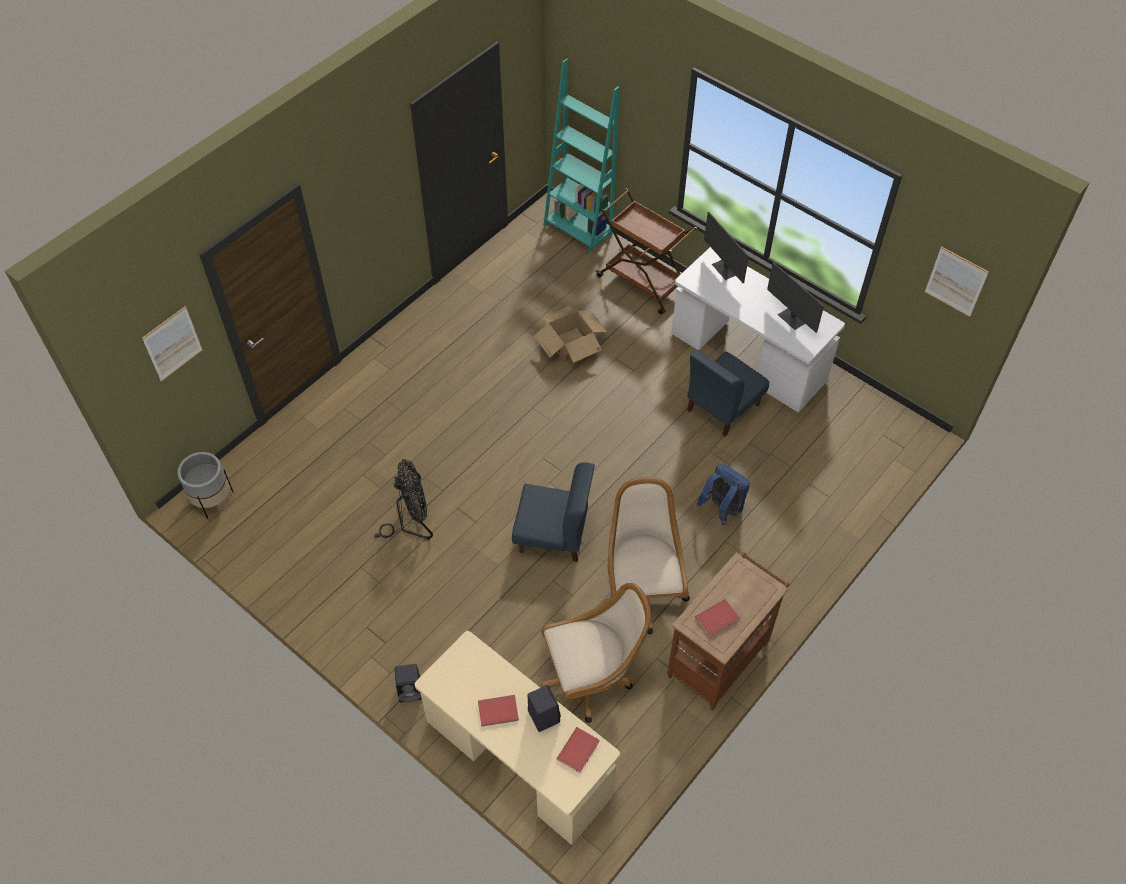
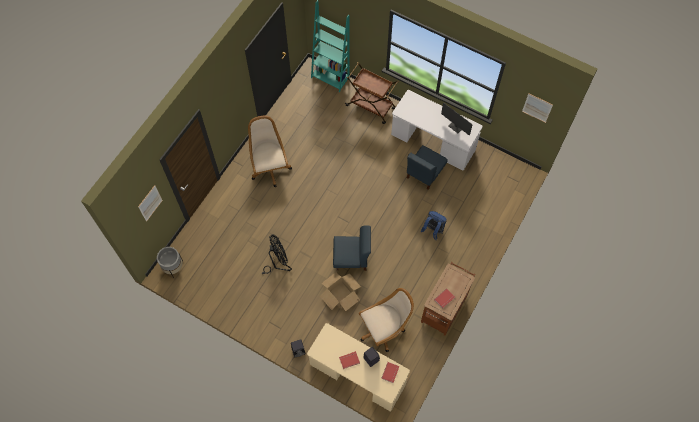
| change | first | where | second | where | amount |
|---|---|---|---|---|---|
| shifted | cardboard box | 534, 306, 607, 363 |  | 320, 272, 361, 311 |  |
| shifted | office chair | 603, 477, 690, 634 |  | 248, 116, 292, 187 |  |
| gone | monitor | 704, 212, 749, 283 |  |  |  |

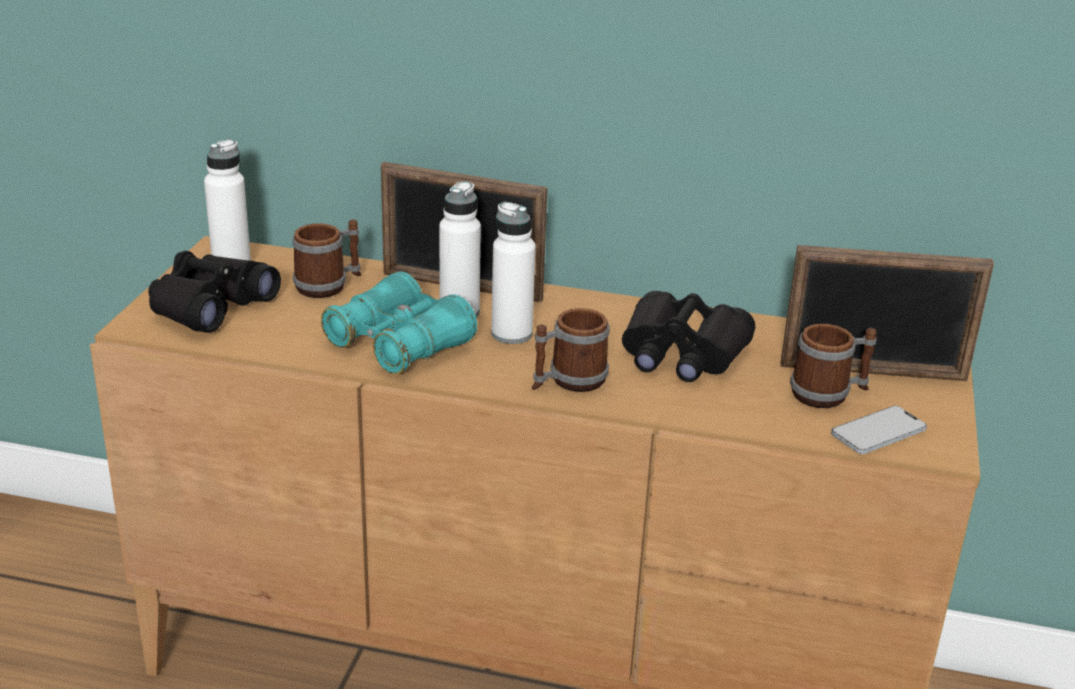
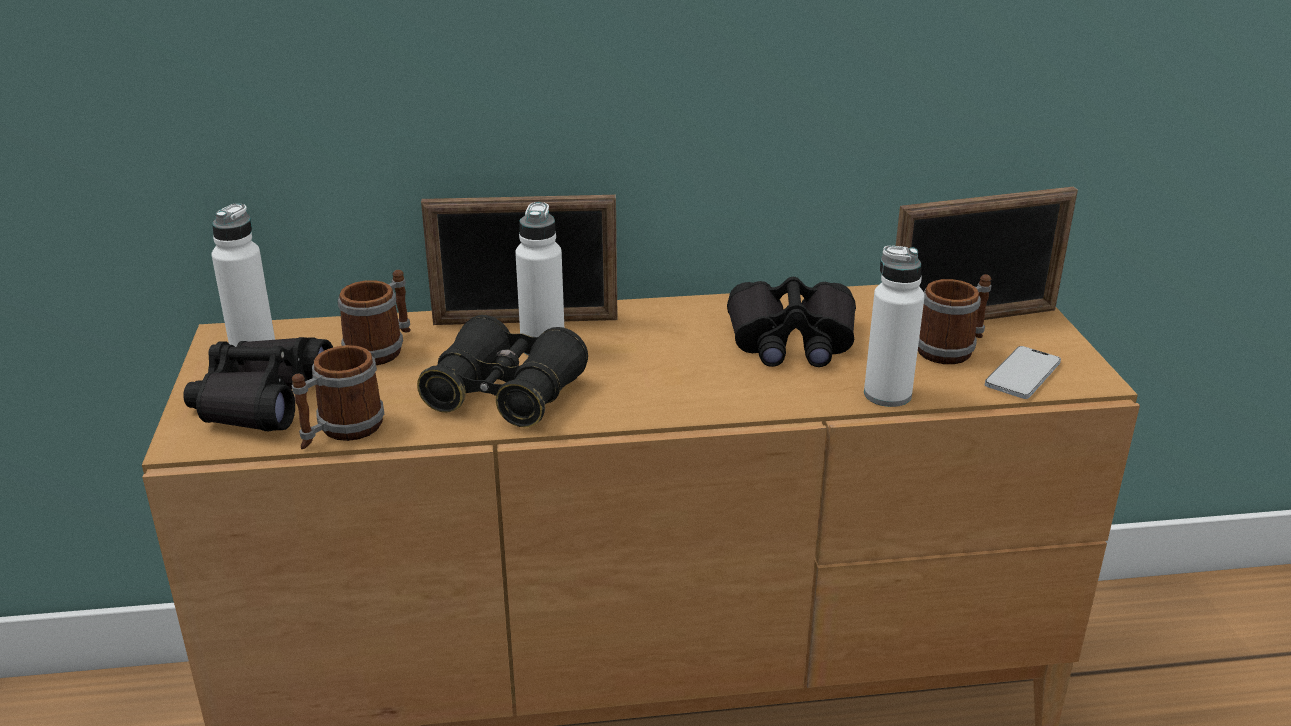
| change | first | where | second | where | amount |
|---|---|---|---|---|---|
| repainted | binoculars (turquoise) | 321, 271, 477, 374 | binoculars (black) | 417, 315, 588, 428 |  |
| shifted | bottle (white) | 491, 202, 536, 344 |  | 864, 246, 925, 407 |  |
| shifted | mug | 532, 308, 610, 392 |  | 292, 345, 384, 449 |  |

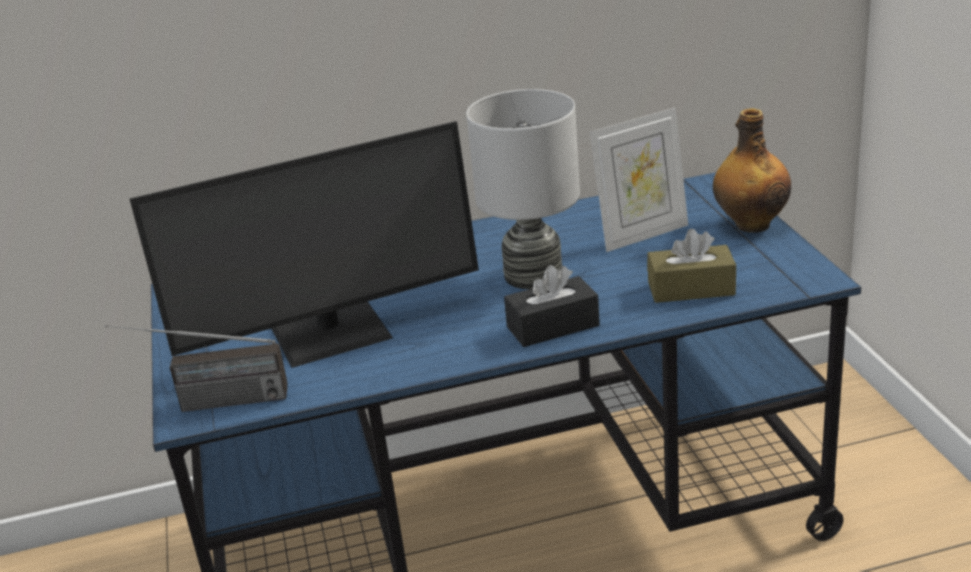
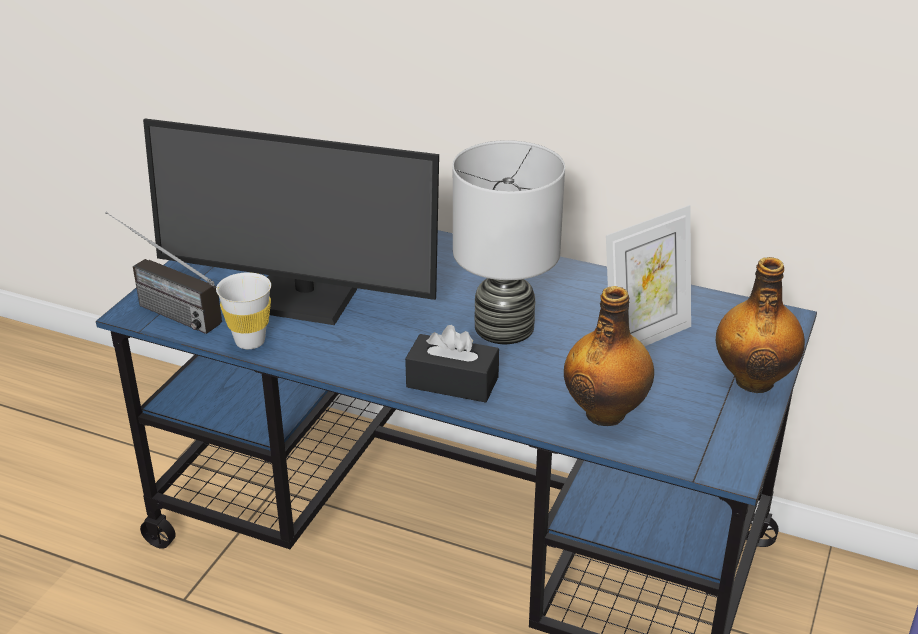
| change | first | where | second | where | amount |
|---|---|---|---|---|---|
| rotated | picture frame | 590, 108, 688, 252 |  | 606, 205, 691, 347 | 45 degrees counterclockwise |
| swapped | tissue box (brown) | 647, 228, 736, 303 | bottle | 564, 286, 654, 426 |  |
| new |  |  | cup (white) | 216, 272, 271, 349 |  |

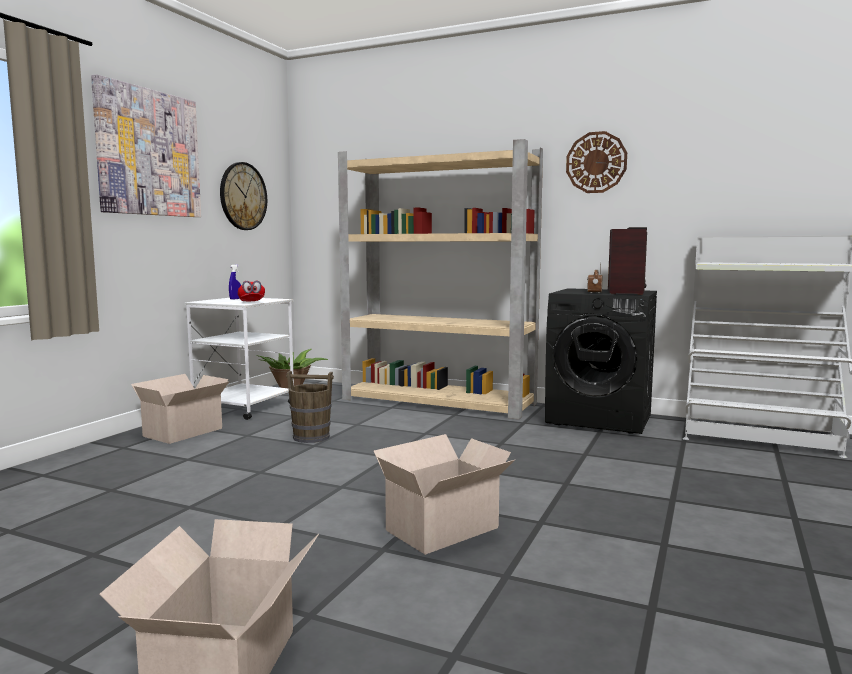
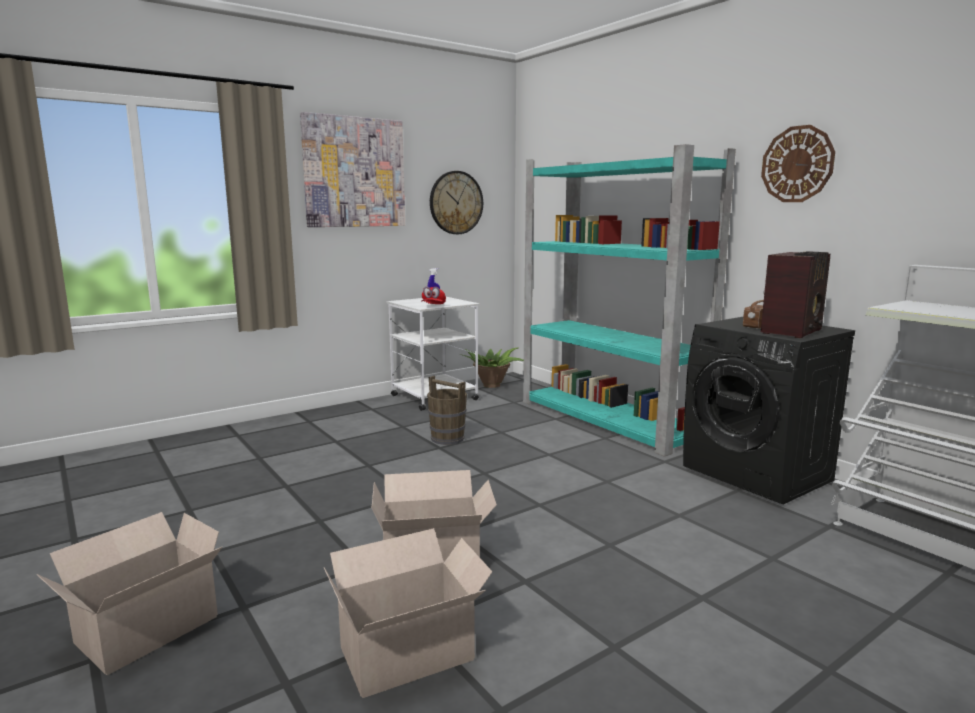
| change | first | where | second | where | amount |
|---|---|---|---|---|---|
| shifted | cardboard box | 131, 374, 229, 444 |  | 324, 528, 492, 698 |  |
| repainted | bookcase (beige) | 338, 139, 543, 420 | bookcase (turquoise) | 523, 144, 736, 457 |  |

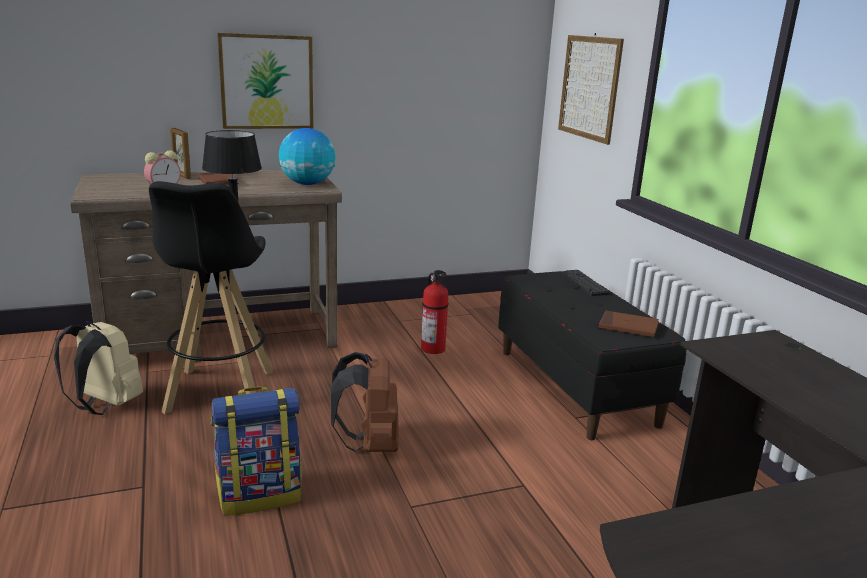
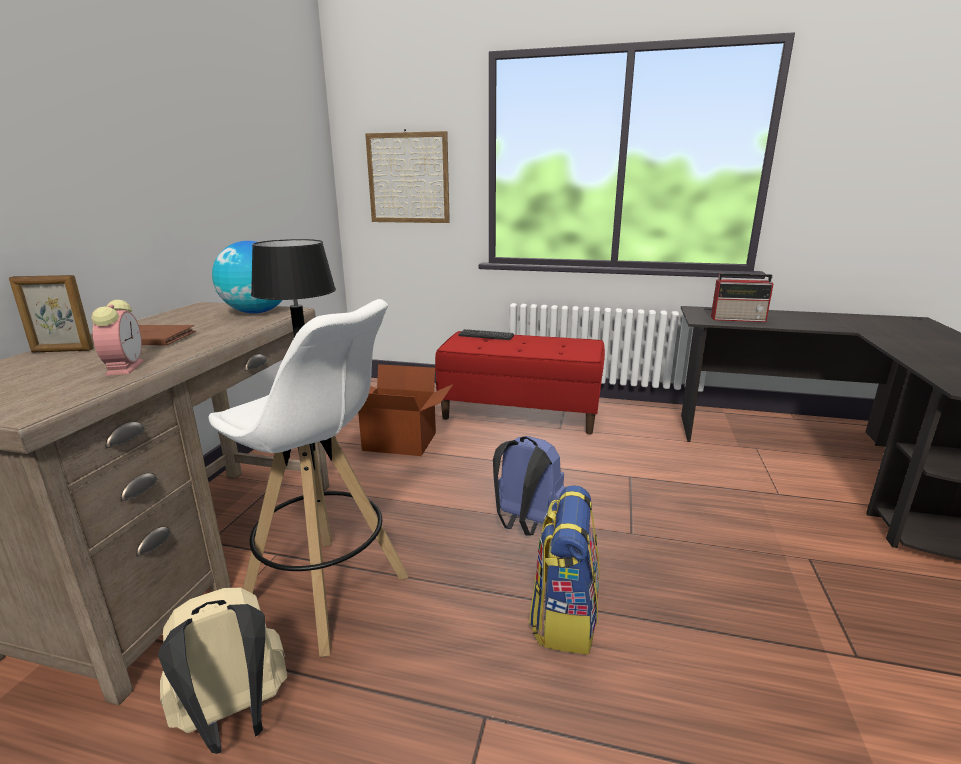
| change | first | where | second | where | amount |
|---|---|---|---|---|---|
| repainted | stool (black) | 149, 181, 273, 415 | stool (white) | 209, 299, 408, 657 |  |
| gone | picture | 217, 33, 313, 129 |  |  |  |
| repainted | backpack (brown) | 330, 352, 399, 452 | backpack (blue) | 493, 436, 566, 536 |  |
| swapped | fire extinguisher | 421, 270, 448, 354 | cardboard box | 358, 364, 453, 456 |  |
| repainted | bench (black) | 498, 271, 687, 440 | bench (red) | 435, 331, 605, 435 |  |
| gone | book (brown) | 599, 311, 659, 337 |  |  |  |
| new |  |  | radio | 711, 273, 773, 322 |  |

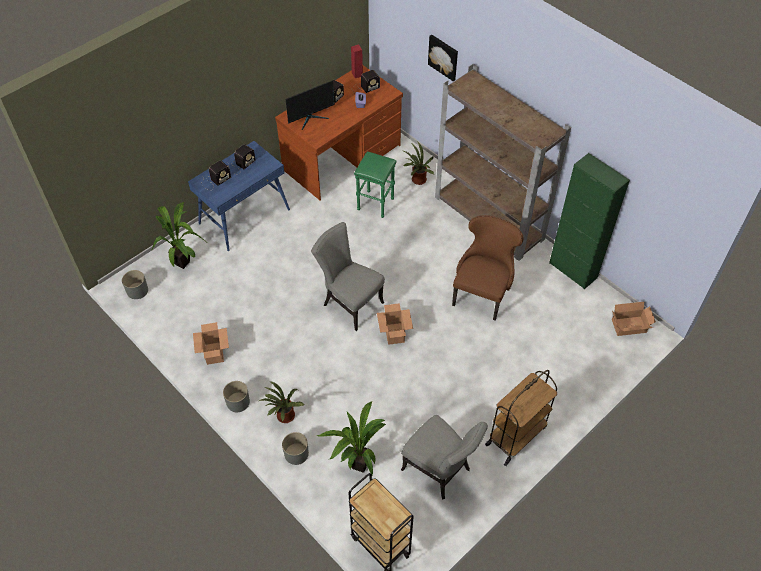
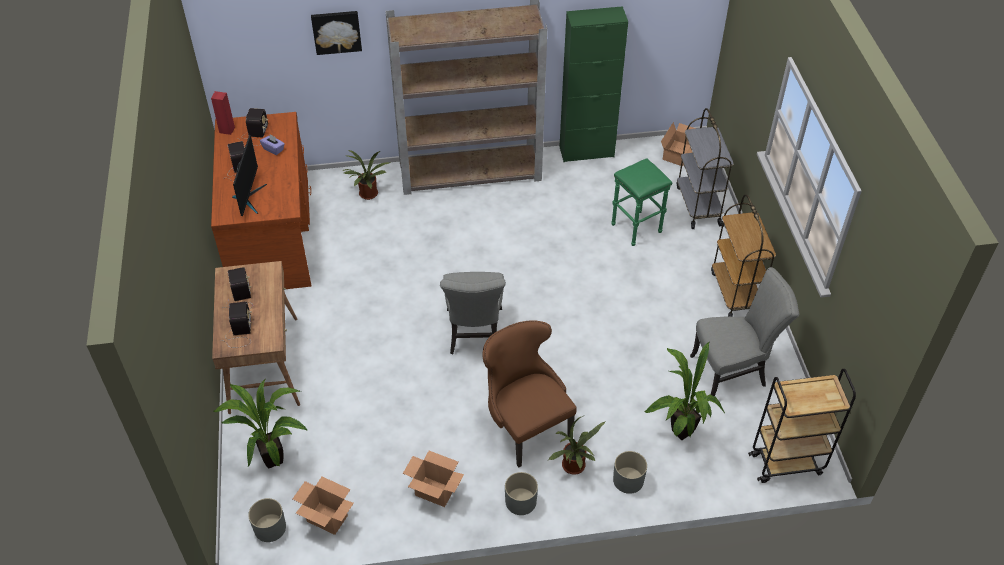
| change | first | where | second | where | amount |
|---|---|---|---|---|---|
| repainted | desk (blue) | 188, 141, 290, 251 | desk (brown) | 212, 261, 300, 414 |  |
| rotated | chair (grey) | 311, 222, 385, 331 |  | 440, 272, 506, 355 | 75 degrees counterclockwise |
| shifted | stool (green) | 354, 152, 396, 218 |  | 611, 158, 672, 246 |  |
| shifted | cardboard box | 377, 303, 413, 345 |  | 293, 477, 354, 535 |  |
| shifted | chair (brown) | 452, 215, 524, 321 |  | 483, 320, 577, 468 |  |
| new |  |  | cart (grey) | 677, 108, 734, 229 |  |

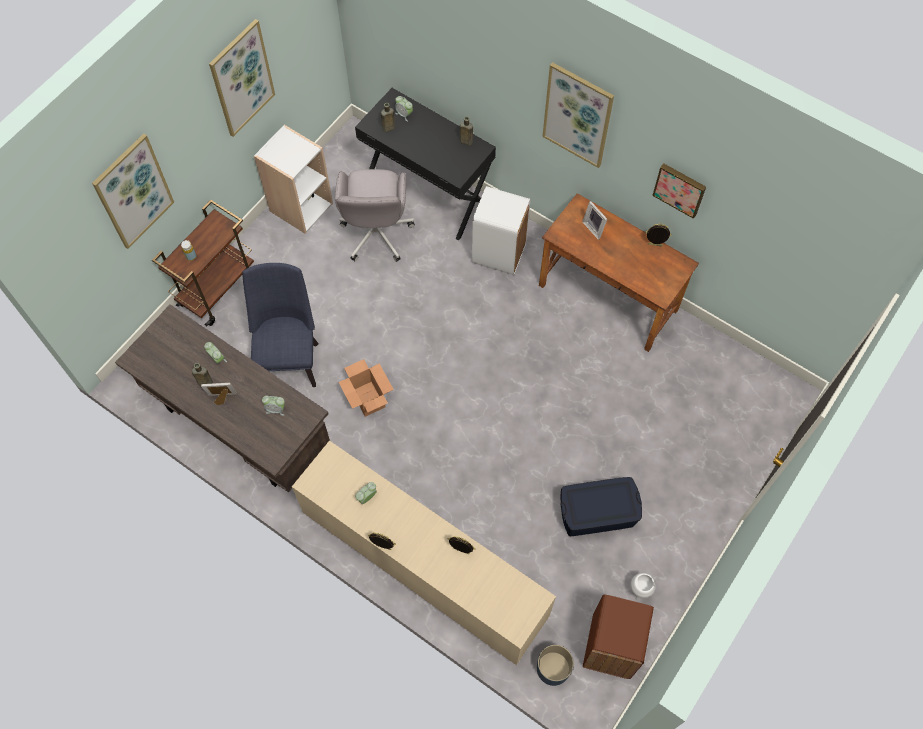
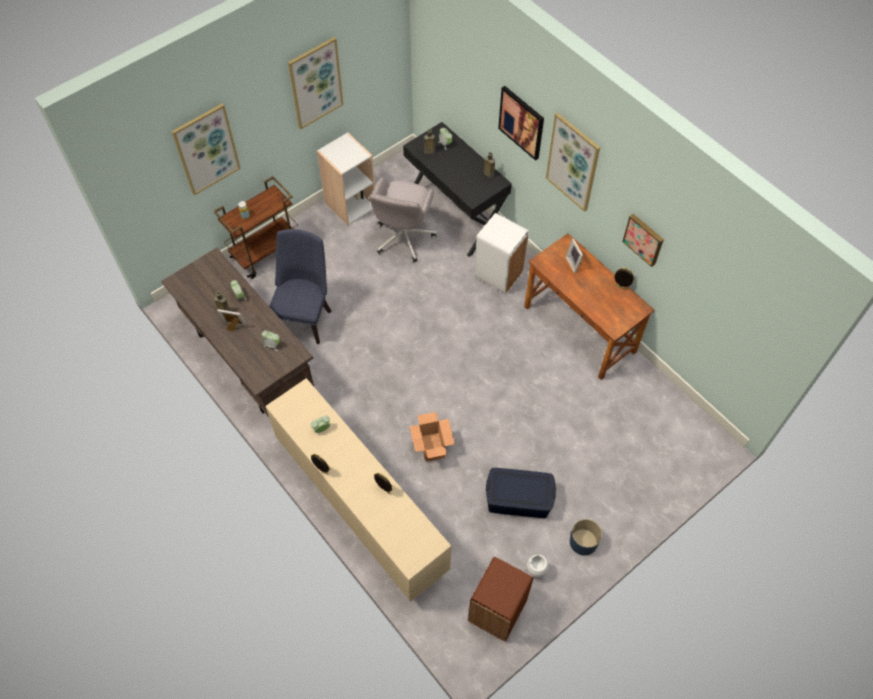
| change | first | where | second | where | amount |
|---|---|---|---|---|---|
| shifted | cardboard box | 339, 359, 394, 417 |  | 410, 412, 455, 462 |  |
| shifted | planter (blue) | 537, 645, 574, 686 |  | 570, 519, 602, 556 |  |
| new |  |  | picture | 498, 86, 544, 161 |  |

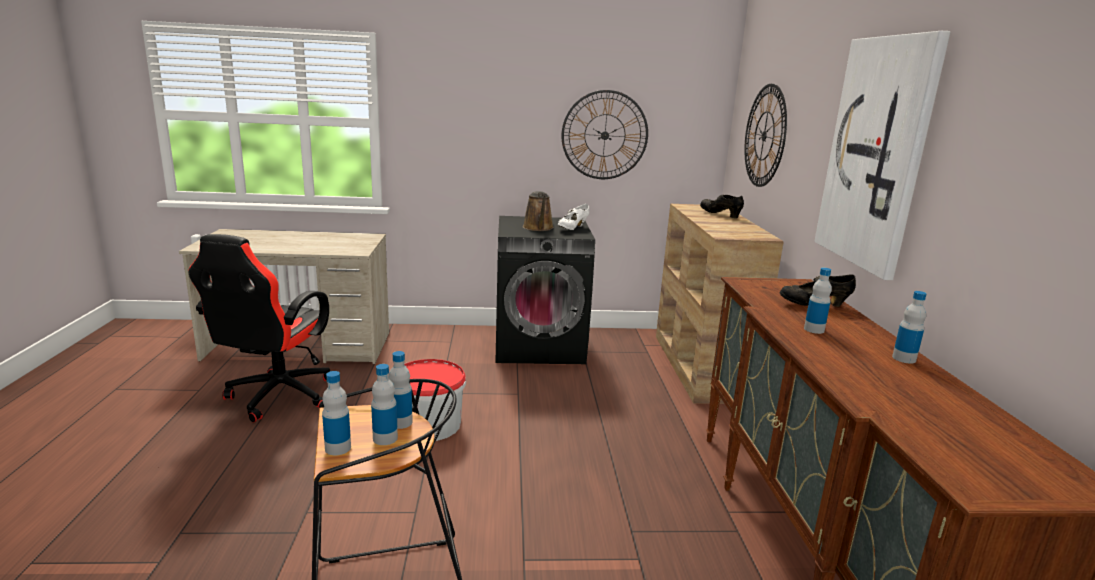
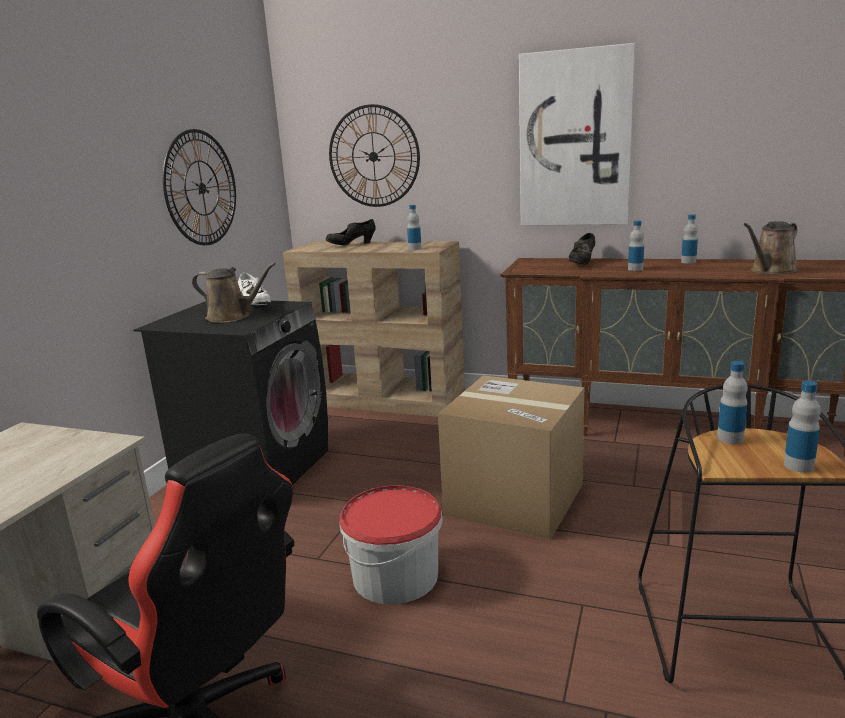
| change | first | where | second | where | amount |
|---|---|---|---|---|---|
| shifted | bottle | 371, 364, 398, 445 |  | 407, 205, 422, 250 |  |
| new |  |  | cardboard box | 438, 375, 584, 540 |  |
| new |  |  | watering can (brown) | 744, 221, 798, 275 |  |

